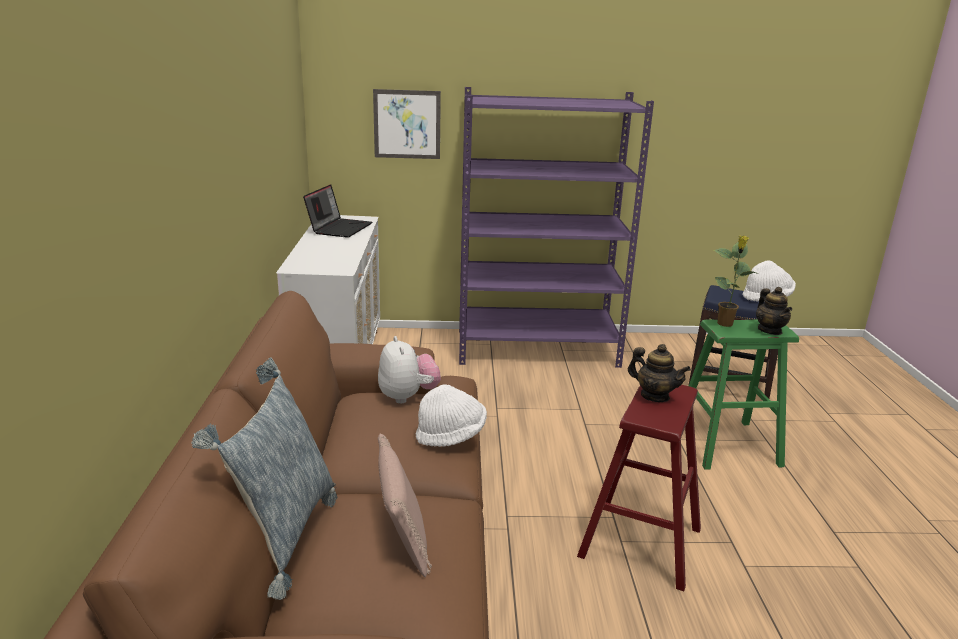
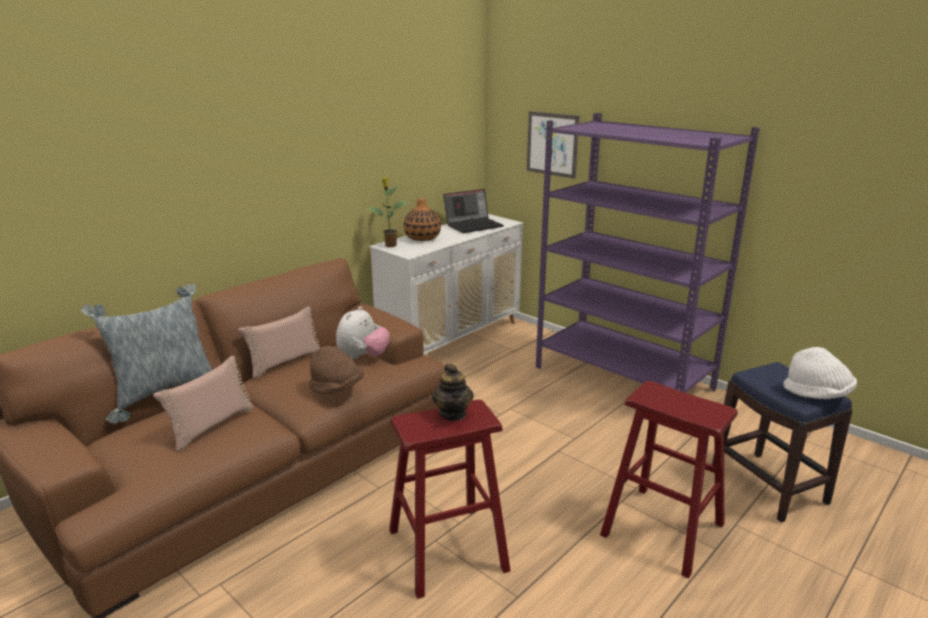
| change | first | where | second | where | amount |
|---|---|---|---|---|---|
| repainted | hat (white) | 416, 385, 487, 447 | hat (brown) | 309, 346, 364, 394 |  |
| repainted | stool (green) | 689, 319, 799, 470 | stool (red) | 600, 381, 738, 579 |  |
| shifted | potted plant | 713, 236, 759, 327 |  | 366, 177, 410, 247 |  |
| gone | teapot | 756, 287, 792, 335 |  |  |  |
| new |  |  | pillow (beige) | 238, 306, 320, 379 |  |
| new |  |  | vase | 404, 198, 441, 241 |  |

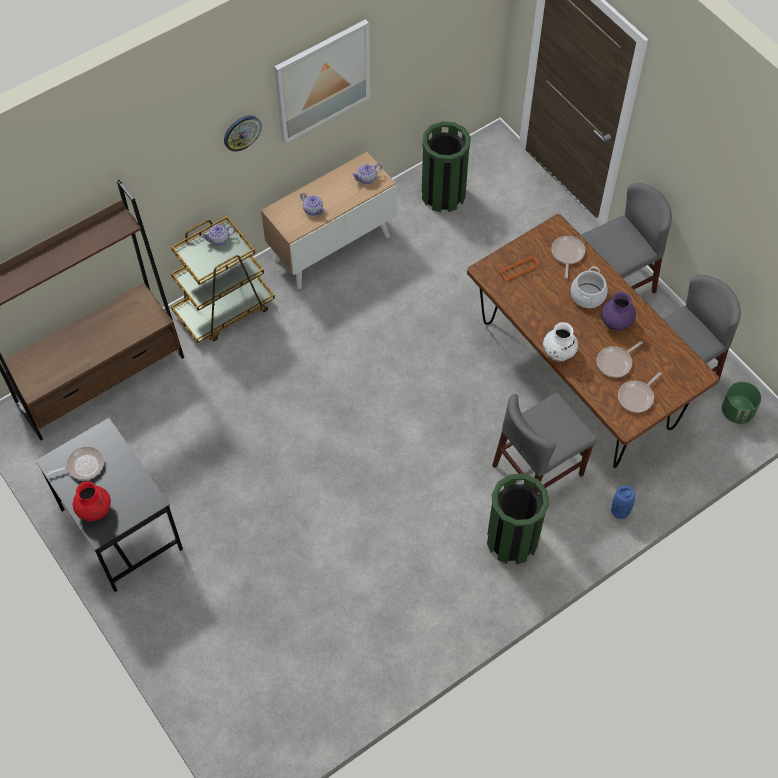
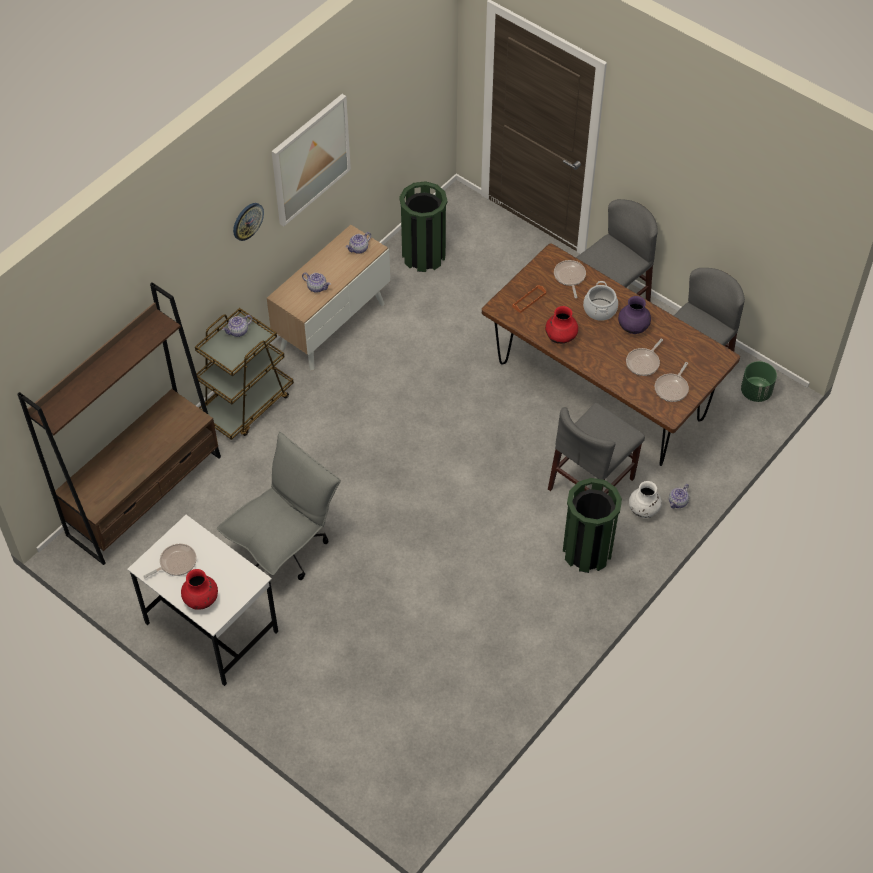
| change | first | where | second | where | amount |
|---|---|---|---|---|---|
| repainted | desk (black) | 35, 418, 183, 592 | desk (white) | 127, 515, 278, 686 |  |
| shifted | vase (white) | 543, 322, 578, 362 |  | 629, 481, 662, 518 |  |
| swapped | vase (blue) | 611, 485, 635, 519 | teapot | 669, 484, 689, 508 |  |
| new |  |  | office chair (grey) | 217, 432, 341, 580 |  |
| new |  |  | vase (red) | 545, 306, 578, 344 |  |

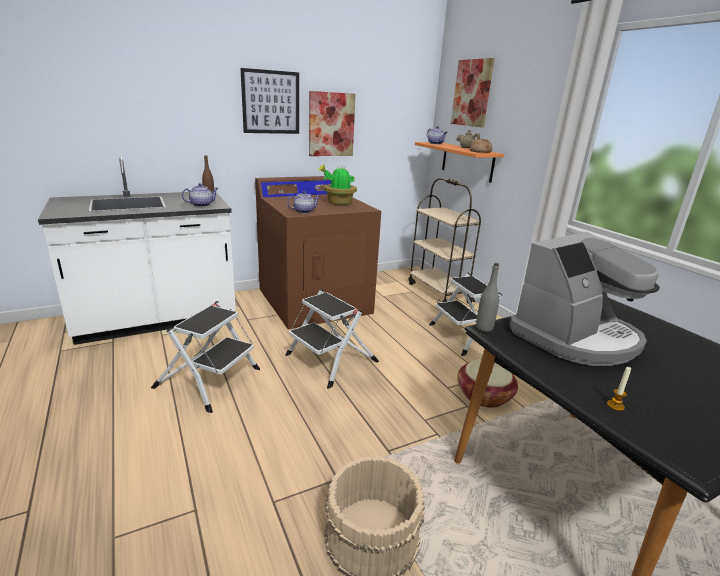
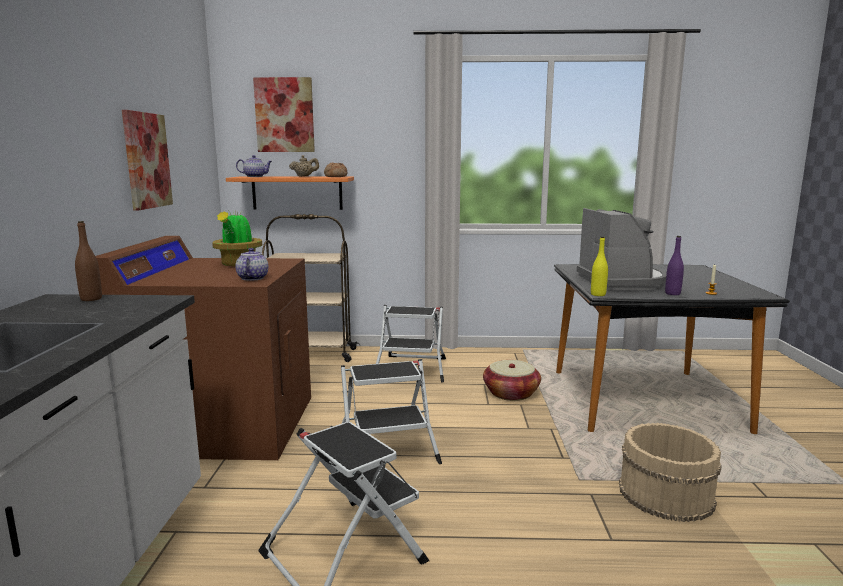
| change | first | where | second | where | amount |
|---|---|---|---|---|---|
| gone | teapot | 182, 183, 218, 207 |  |  |  |
| gone | picture | 240, 68, 299, 134 |  |  |  |
| repainted | bottle (grey) | 476, 263, 499, 332 | bottle (yellow) | 591, 236, 608, 296 |  |
| new |  |  | bottle (purple) | 665, 236, 684, 295 |  |

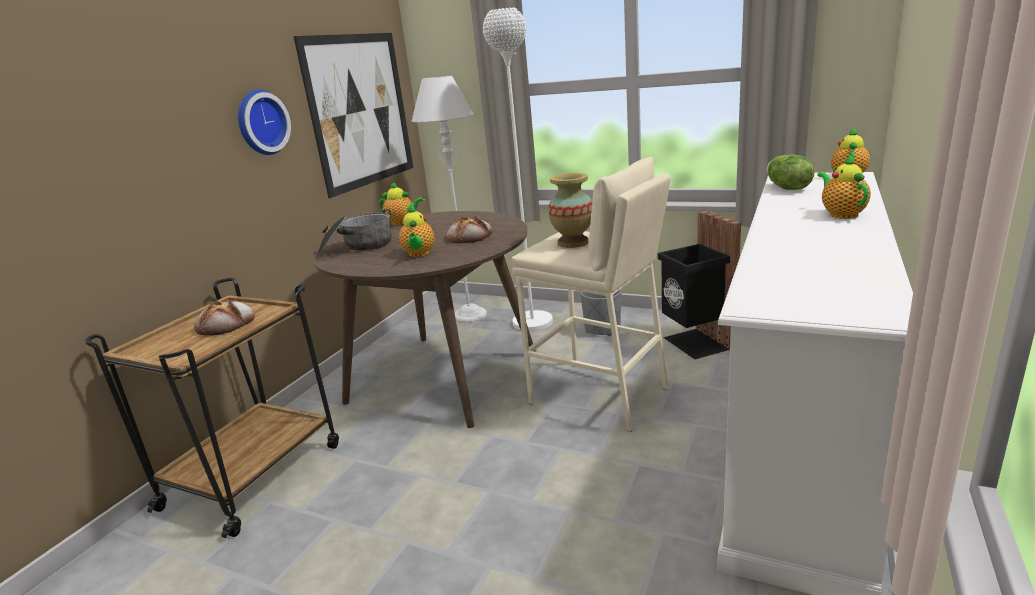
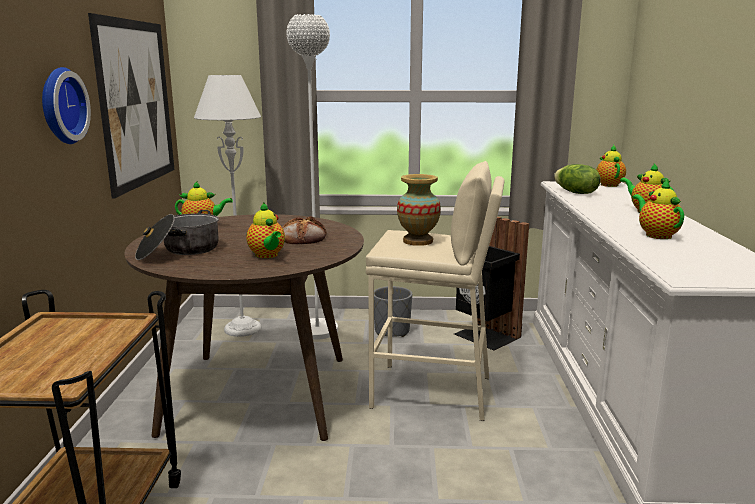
| change | first | where | second | where | amount |
|---|---|---|---|---|---|
| gone | bread | 194, 300, 255, 336 |  |  |  |
| new |  |  | teapot | 633, 180, 684, 239 |  |

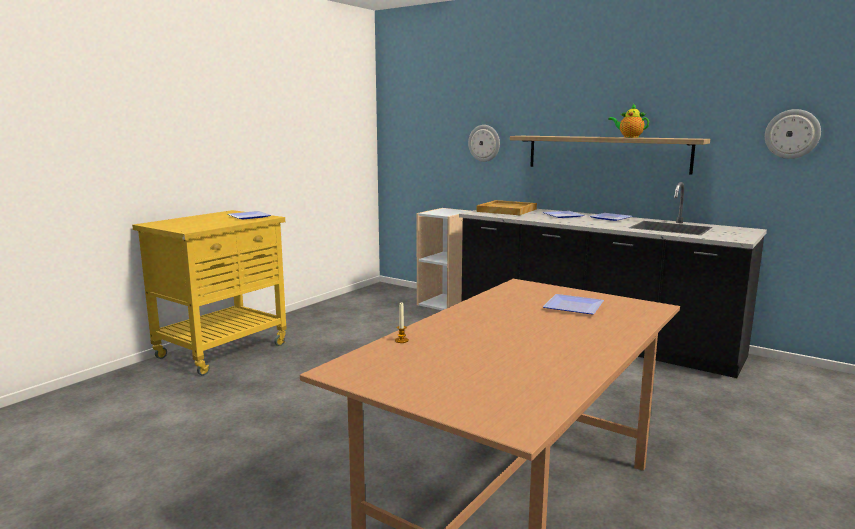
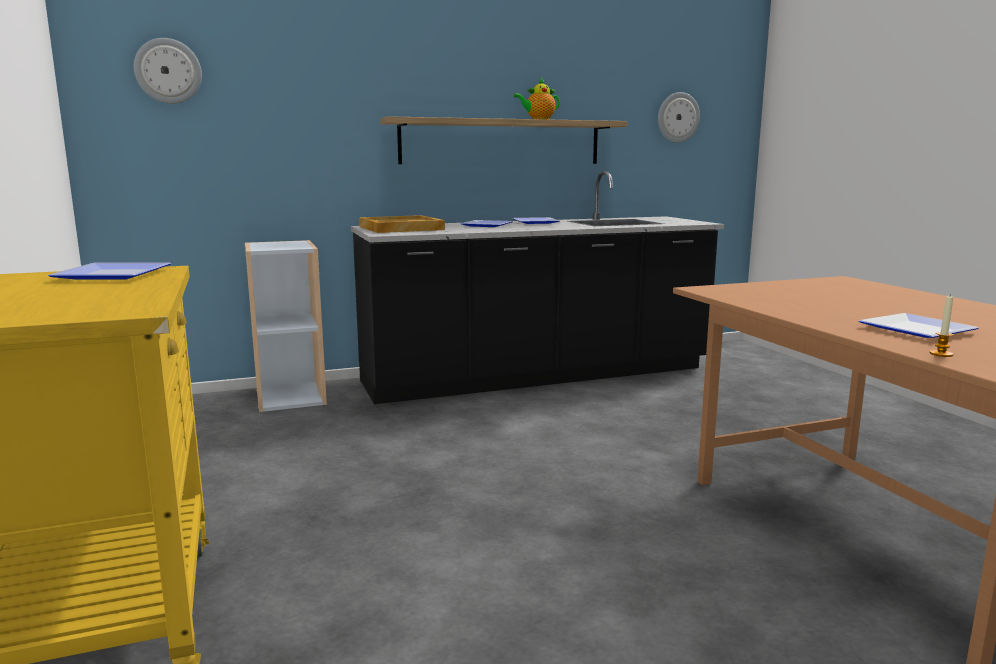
| change | first | where | second | where | amount |
|---|---|---|---|---|---|
| shifted | wall clock | 468, 125, 500, 162 |  | 134, 38, 202, 104 |  |
| shifted | plate | 543, 294, 604, 315 |  | 859, 313, 979, 338 |  |

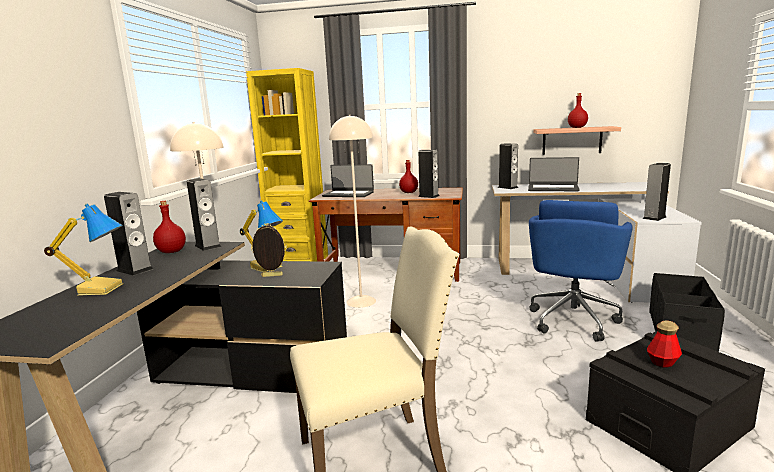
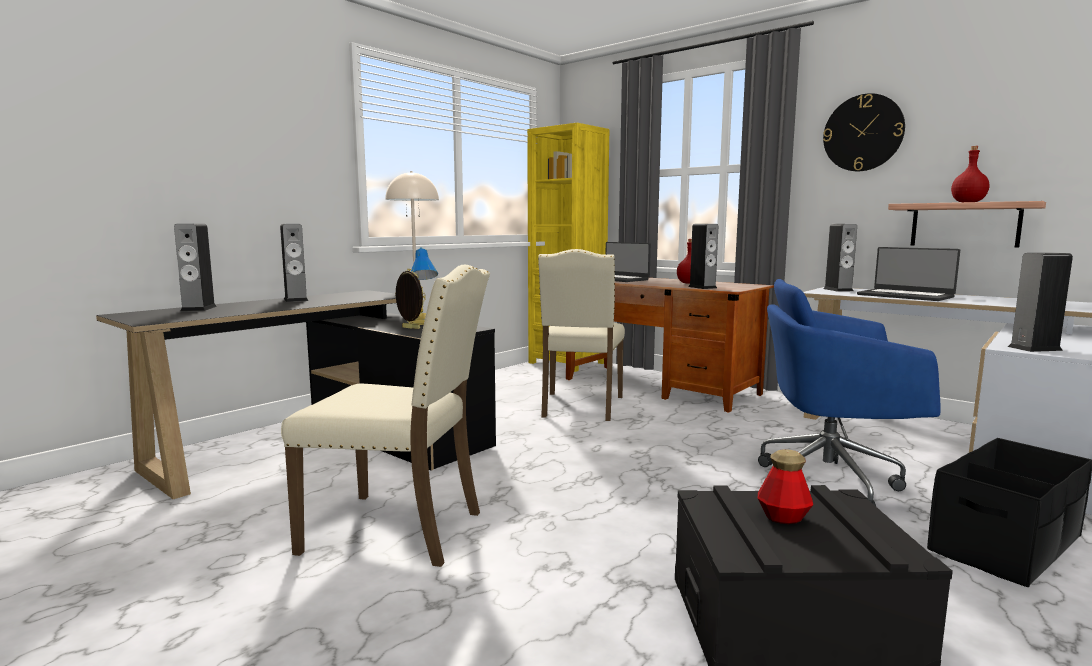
| change | first | where | second | where | amount |
|---|---|---|---|---|---|
| gone | table lamp | 44, 204, 123, 295 |  |  |  |
| gone | bottle (red) | 153, 201, 186, 253 |  |  |  |
| shifted | speaker | 187, 178, 221, 251 |  | 174, 223, 217, 311 |  |
| swapped | floor lamp (beige) | 329, 115, 376, 308 | chair (beige) | 538, 249, 625, 421 |  |
| rotated | office chair (blue) | 529, 200, 633, 342 |  | 758, 279, 941, 506 | 45 degrees clockwise |
| new |  |  | wall clock | 823, 93, 905, 171 |  |

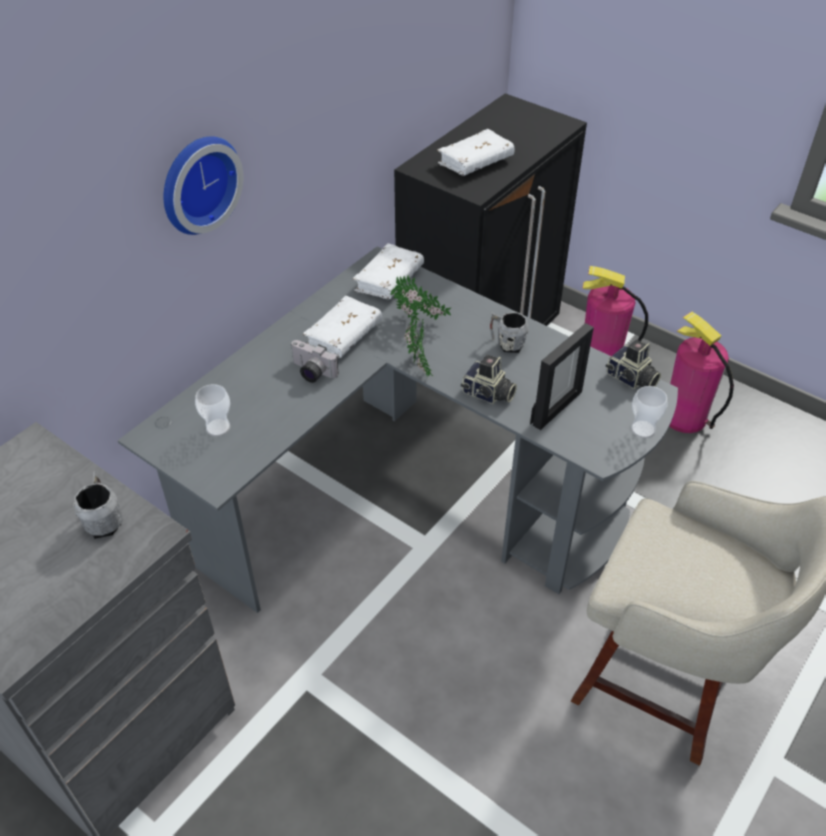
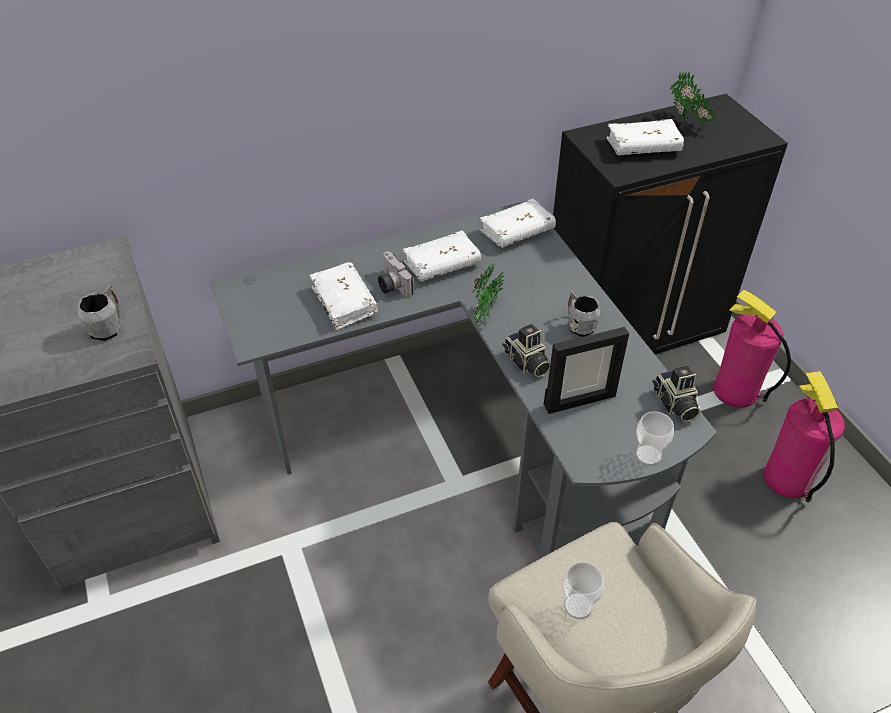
| change | first | where | second | where | amount |
|---|---|---|---|---|---|
| gone | wall clock | 164, 137, 243, 235 |  |  |  |
| shifted | cup | 195, 384, 230, 437 |  | 562, 562, 604, 619 |  |
| shifted | potted plant | 390, 275, 451, 322 |  | 670, 71, 718, 125 |  |
| new |  |  | book (white) | 310, 262, 378, 331 |  |

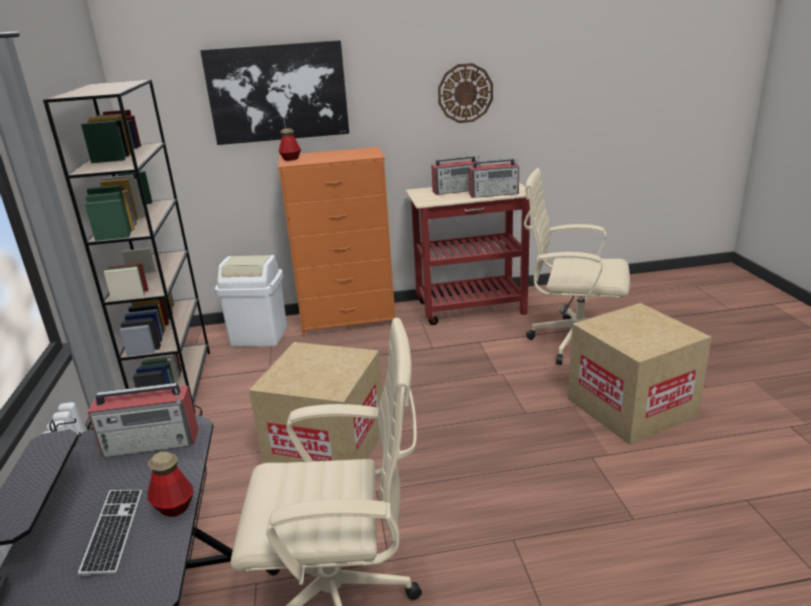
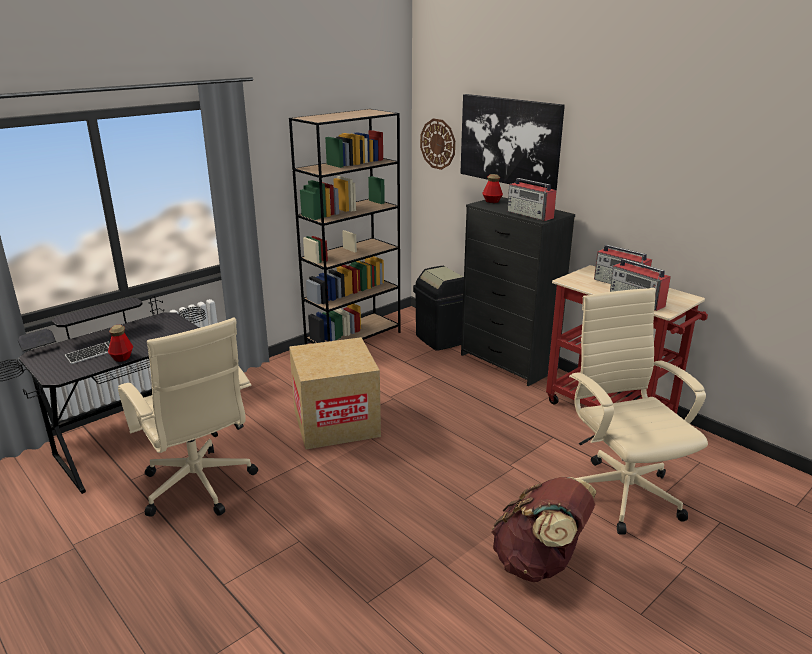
| change | first | where | second | where | amount |
|---|---|---|---|---|---|
| shifted | radio | 88, 383, 198, 458 |  | 507, 178, 557, 221 |  |
| repainted | trash can (white) | 215, 255, 287, 347 | trash can (black) | 413, 266, 464, 351 |  |
| repainted | dresser (orange) | 278, 147, 395, 337 | dresser (black) | 461, 197, 575, 386 |  |
| shifted | wall clock | 438, 63, 493, 123 |  | 420, 119, 455, 170 |  |
| swapped | cardboard box | 568, 303, 712, 445 | backpack (brown) | 492, 477, 596, 582 |  |

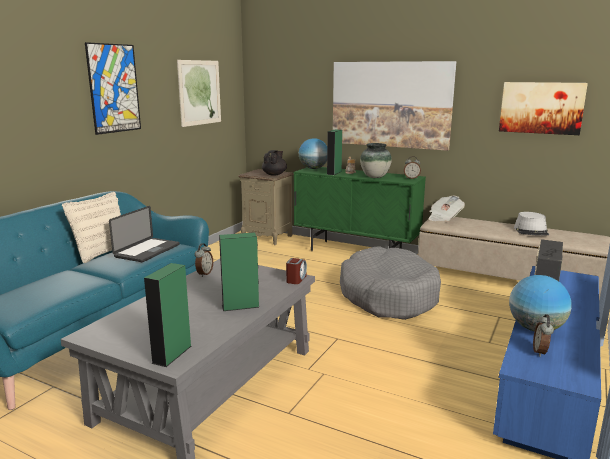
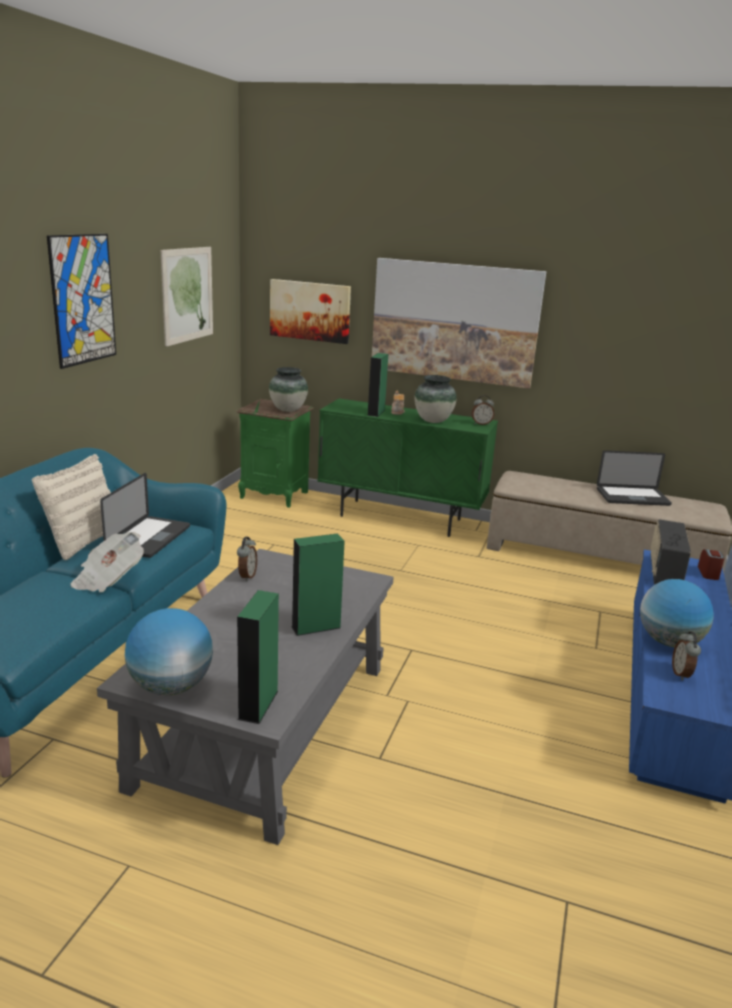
| change | first | where | second | where | amount |
|---|---|---|---|---|---|
| repainted | nightstand (beige) | 238, 169, 294, 245 | nightstand (green) | 236, 399, 314, 508 |  |
| swapped | teapot (black) | 262, 150, 287, 175 | vase | 269, 367, 308, 412 |  |
| shifted | alarm clock | 286, 258, 307, 284 |  | 698, 549, 724, 580 |  |
| shifted | globe | 299, 138, 327, 169 |  | 125, 608, 213, 695 |  |
| gone | dog bed (grey) | 340, 246, 441, 320 |  |  |  |
| shifted | newspaper | 428, 196, 465, 221 |  | 71, 532, 144, 592 |  |
| shifted | picture | 499, 82, 588, 135 |  | 270, 279, 351, 344 |  |
| swapped | hat (grey) | 514, 212, 549, 236 | laptop | 597, 450, 672, 506 |  |

